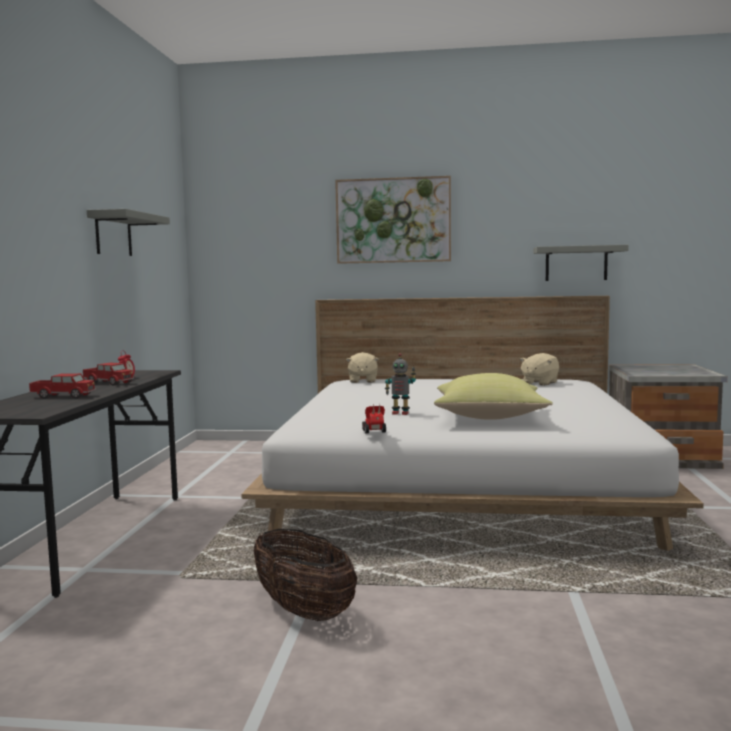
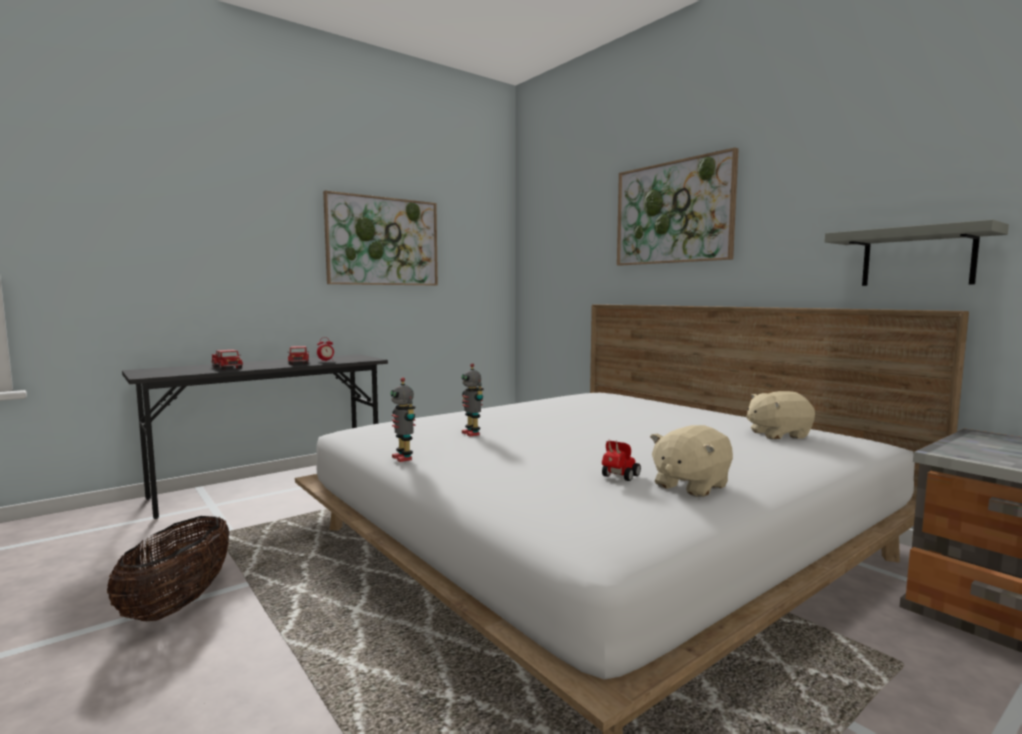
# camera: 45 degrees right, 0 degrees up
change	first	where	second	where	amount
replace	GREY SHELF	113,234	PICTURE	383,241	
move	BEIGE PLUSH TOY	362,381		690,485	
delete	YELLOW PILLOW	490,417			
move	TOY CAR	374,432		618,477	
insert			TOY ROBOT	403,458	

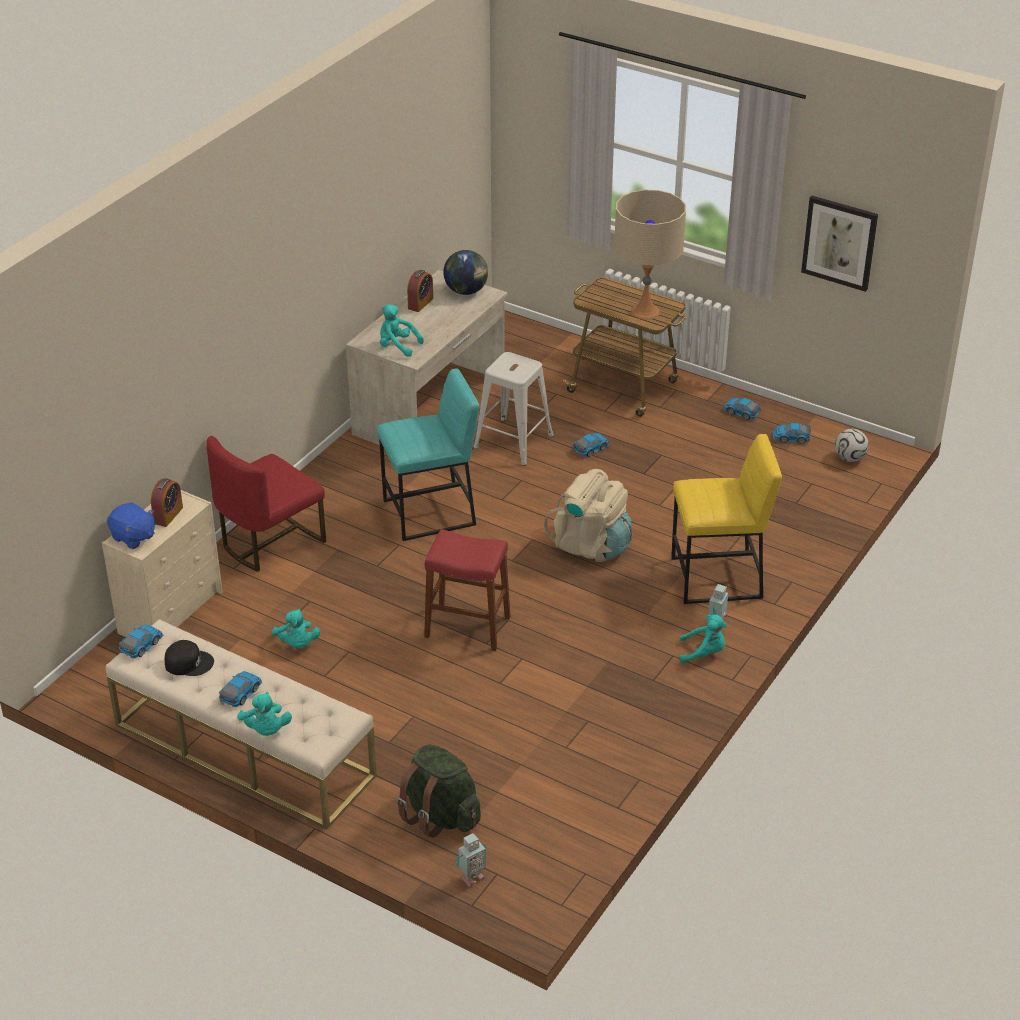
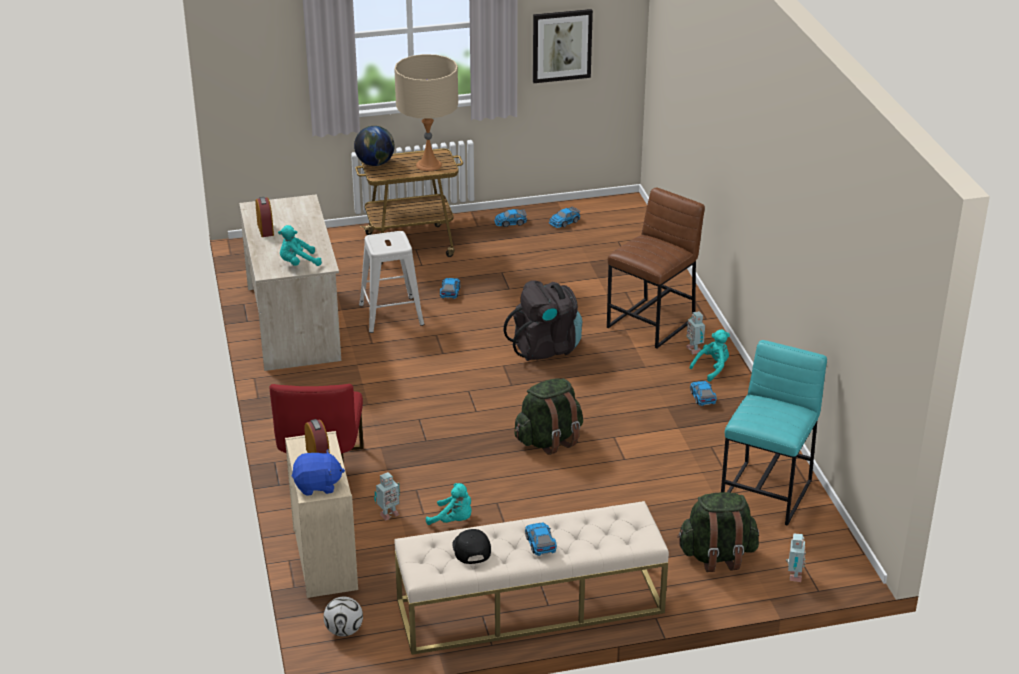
# camera: 45 degrees left, 5 degrees down
change	first	where	second	where	amount
move	GLOBE	466,291		375,163	
move	TURQUOISE CHAIR	431,512		766,492	
move	FOOTBALL	850,458		344,630	
recolor	YELLOW CHAIR	718,578	BROWN CHAIR	652,322	
recolor	BEIGE BACKPACK	591,545	BLACK BACKPACK	546,347	
replace	RED STOOL	467,626	GREEN BACKPACK	549,440	
move	TOY CAR	141,645		702,396	
rotate	BLACK CAP	188,662		470,549	60 degrees counterclockwise
delete	TURQUOISE PLUSH TOY	266,730			
insert			TOY ROBOT	388,514	

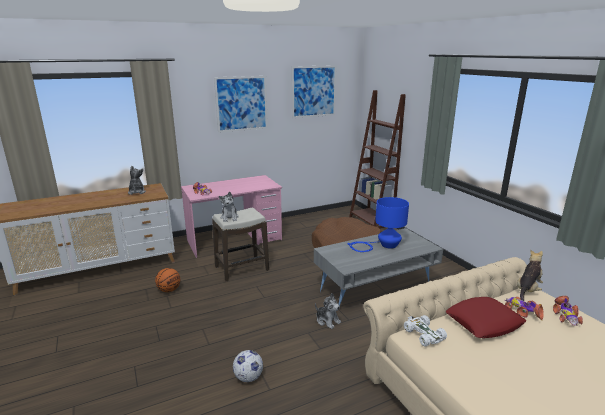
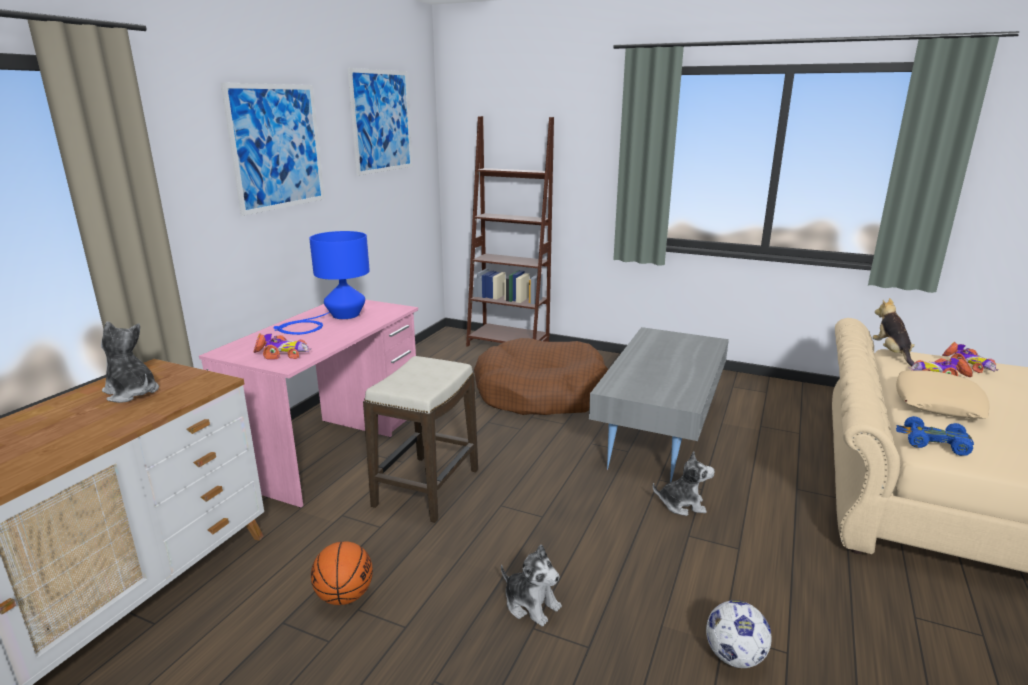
# camera: 40 degrees left, 0 degrees up
change	first	where	second	where	amount
move	PLUSH TOY	229,217		531,604	
move	BLUE TABLE LAMP	378,245		328,319	
recolor	RED PILLOW	483,322	BEIGE PILLOW	938,403	
recolor	WHITE TOY CAR	423,334	BLUE TOY CAR	933,443	

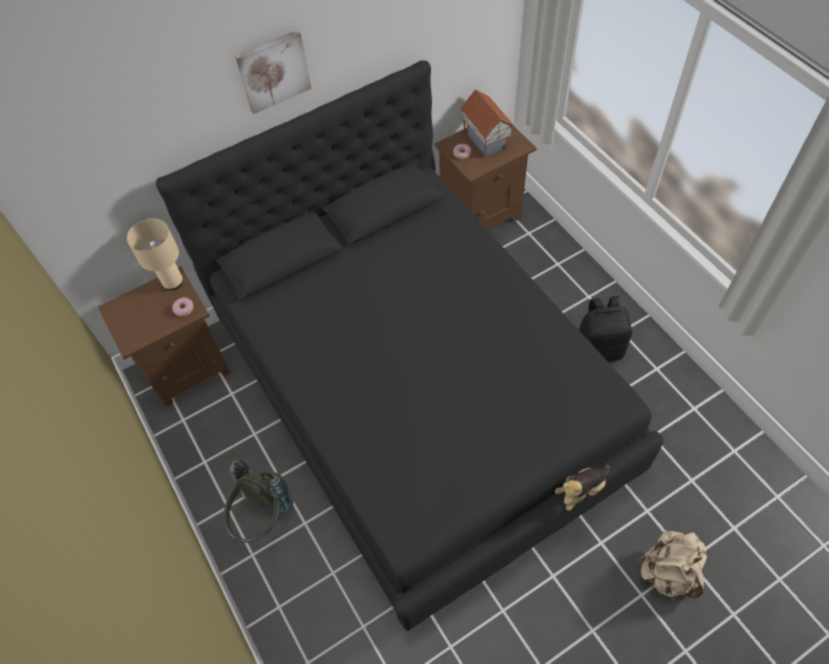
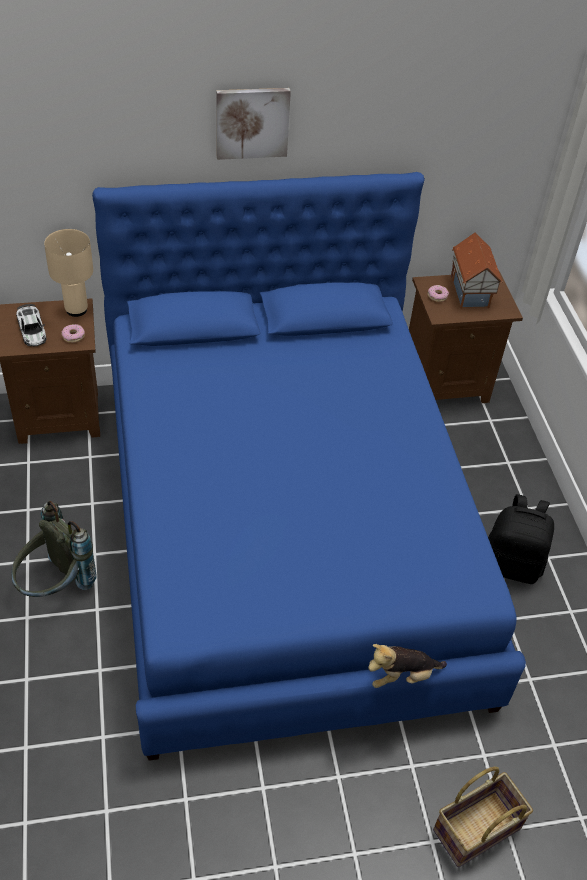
# camera: 15 degrees right, 10 degrees down
change	first	where	second	where	amount
recolor	BLACK BED	419,392	BLUE BED	286,531	
replace	BEIGE BACKPACK	668,571	BASKET	477,830	
insert			TOY CAR	32,330	

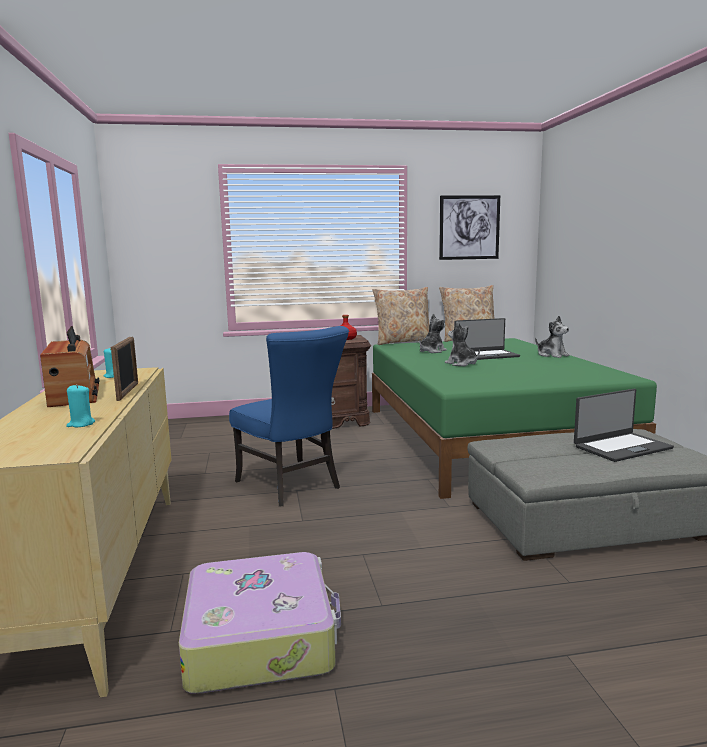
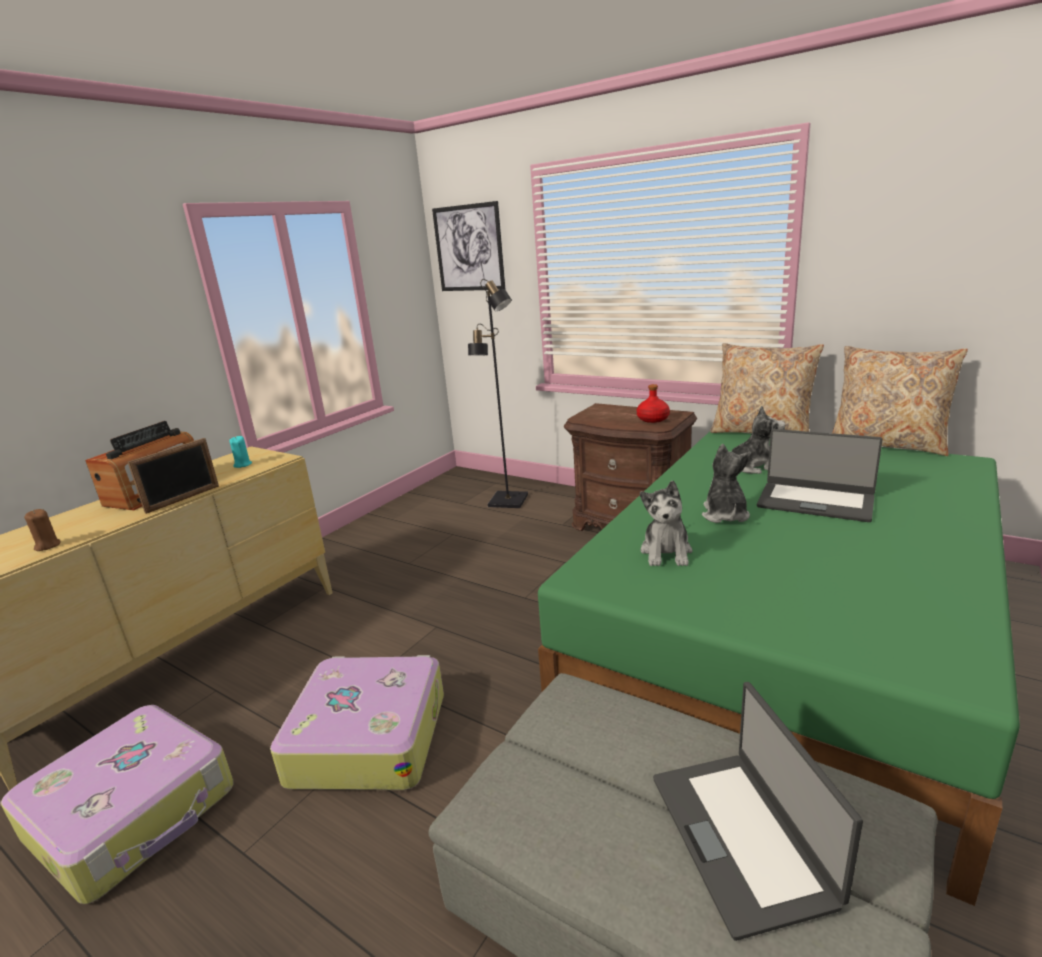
# camera: 45 degrees right, 10 degrees up
change	first	where	second	where	amount
move	PICTURE	469,227		468,248	
move	PLUSH TOY	552,355		666,552	
delete	BLUE CHAIR	292,486			
recolor	TURQUOISE CANDLE	81,424	BROWN CANDLE	47,546	
rotate	LAPTOP	621,447		742,836	60 degrees clockwise
insert			BLACK FLOOR LAMP	508,500	
insert			SUITCASE	368,736	

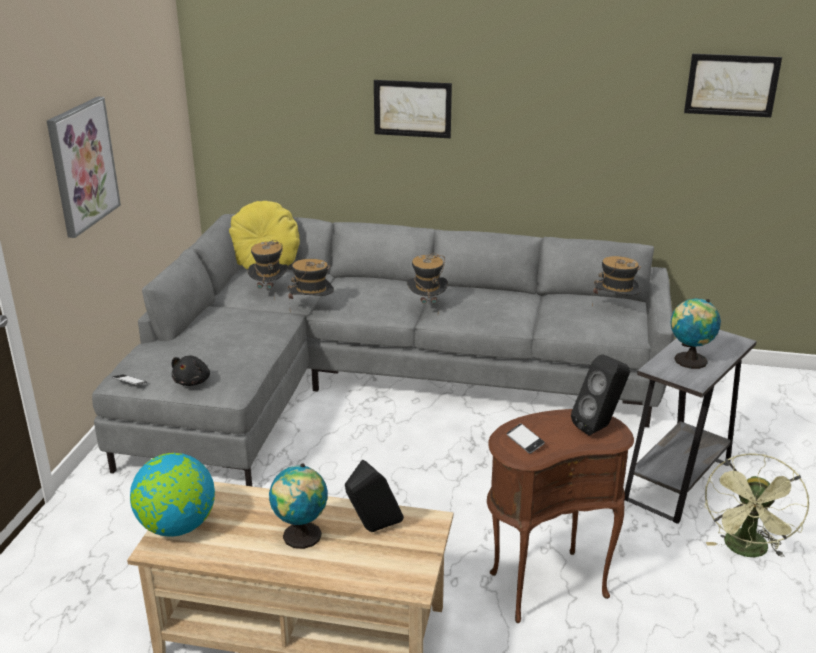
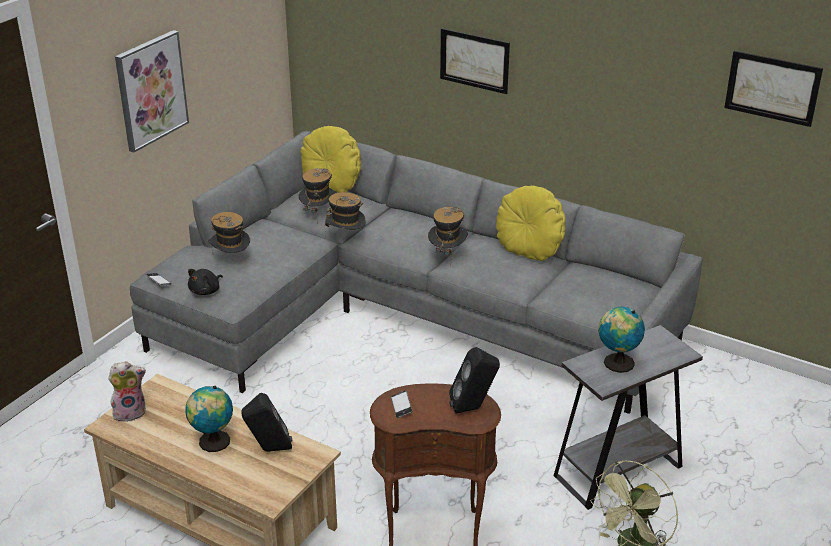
# camera: 20 degrees right, 5 degrees up
change	first	where	second	where	amount
move	HAT	615,307		231,260	
replace	GLOBE	177,527	PLUSH TOY	130,412	
insert			YELLOW PILLOW	529,252	

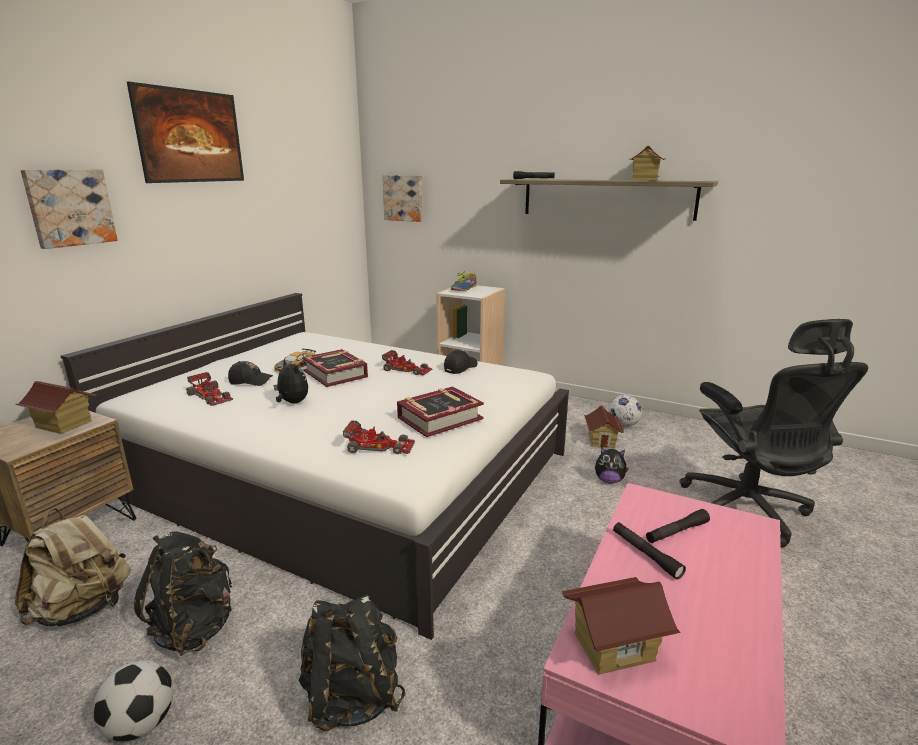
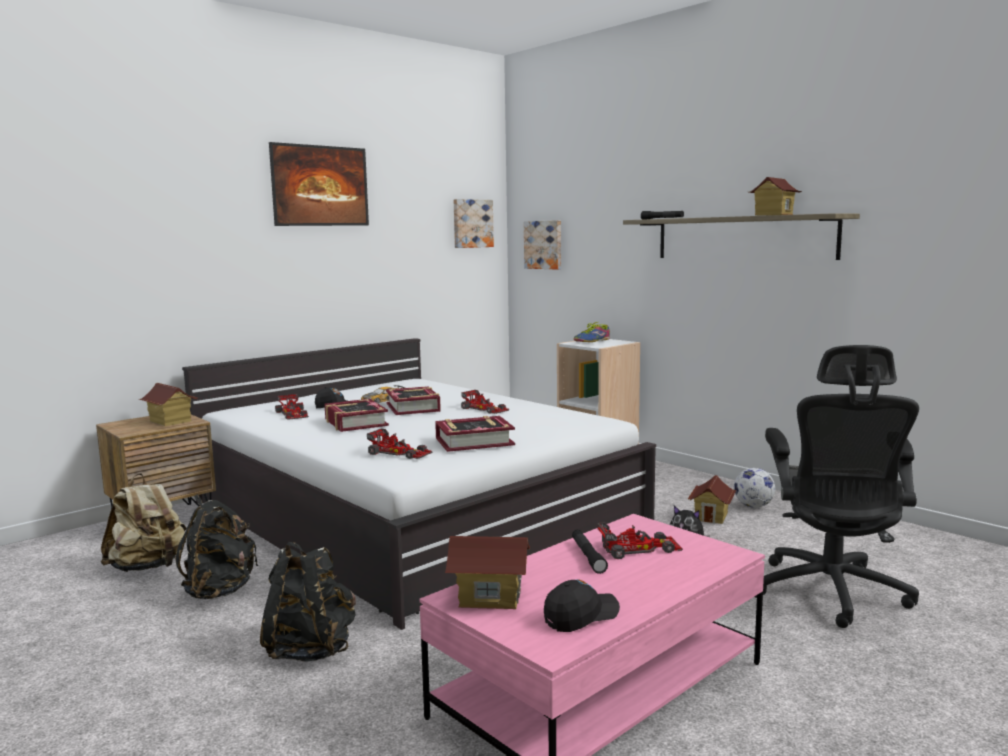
# camera: 20 degrees right, 10 degrees down
change	first	where	second	where	amount
move	PICTURE	69,207		472,223	
move	BLACK CAP	460,368		581,617	
replace	PLUSH TOY	292,402	BOOK	355,422	
replace	BLACK FLASHLIGHT	676,532	TOY CAR	638,548	
delete	FOOTBALL	141,724			

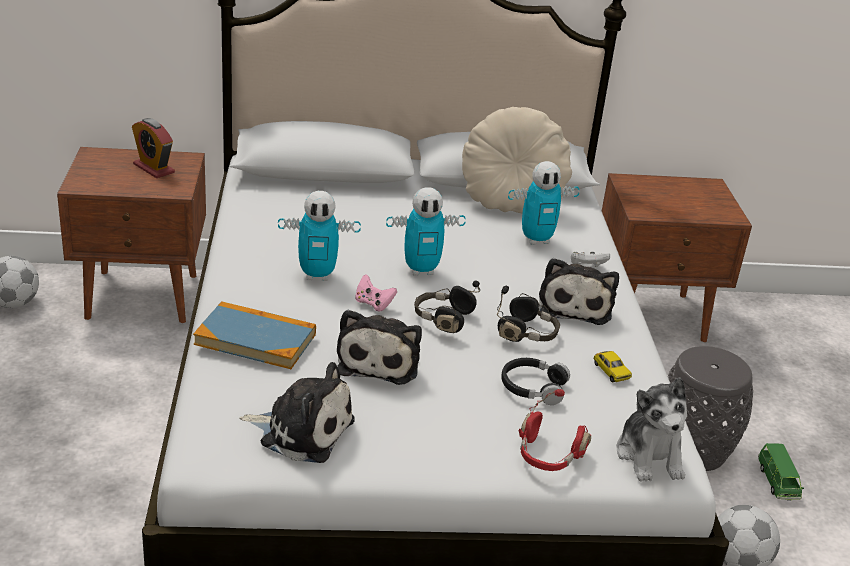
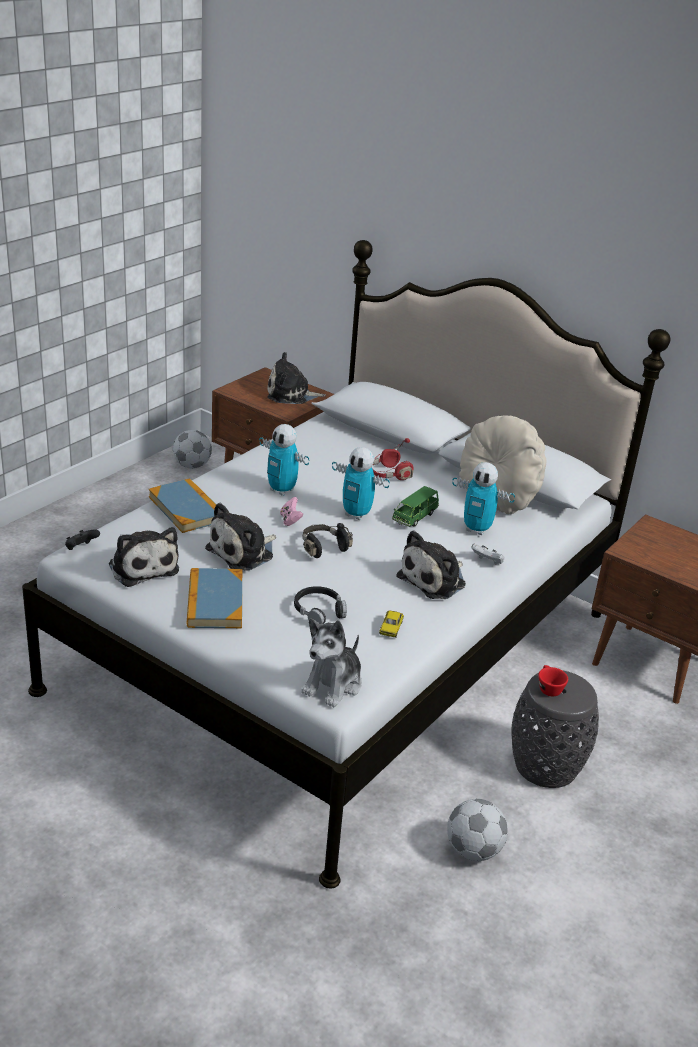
# camera: 40 degrees right, 0 degrees up
change	first	where	second	where	amount
replace	ALARM CLOCK	154,168	PLUSH TOY	291,395	
delete	BLACK HEADPHONES	527,333			
move	RED HEADPHONES	548,455		388,474	
move	GREEN TOY CAR	777,482		415,517	
insert			BLACK GAME CONTROLLER	81,548	
insert			BOOK	215,602	
insert			RED CUP	548,688	

